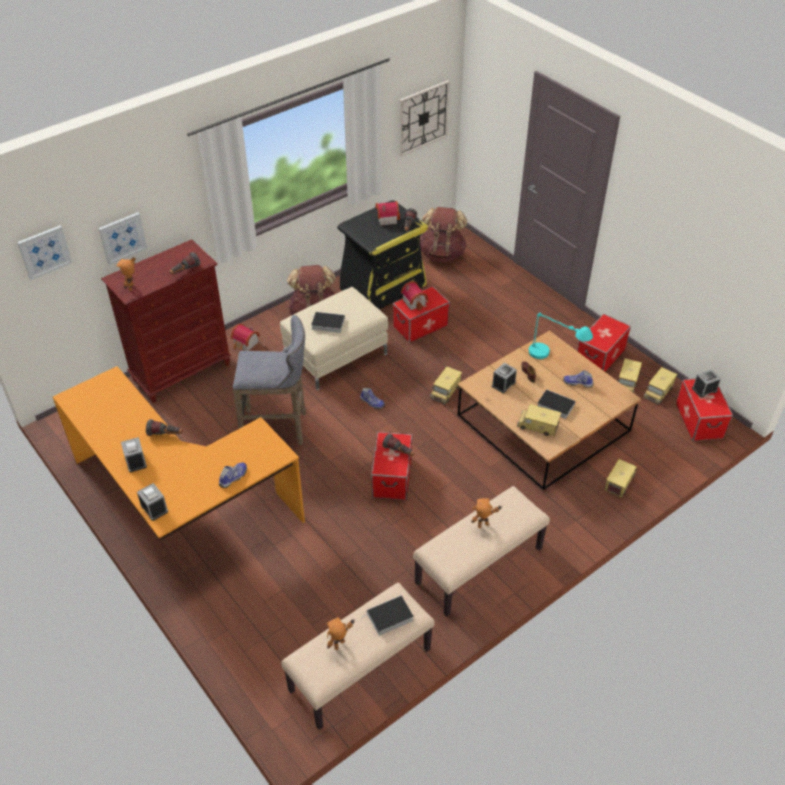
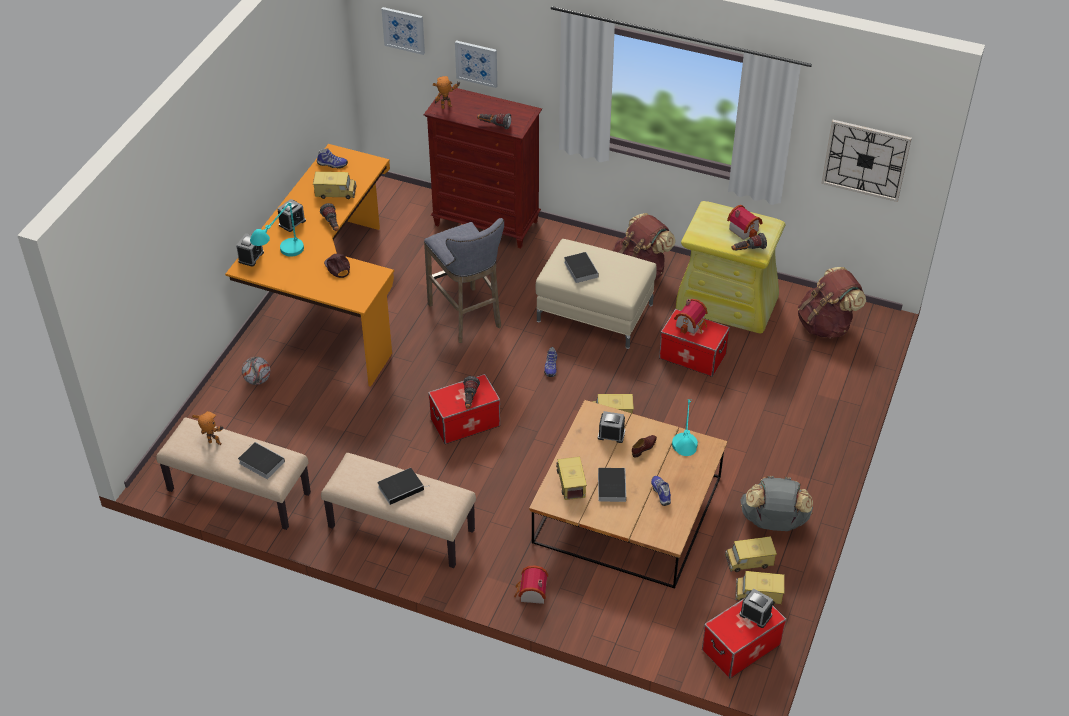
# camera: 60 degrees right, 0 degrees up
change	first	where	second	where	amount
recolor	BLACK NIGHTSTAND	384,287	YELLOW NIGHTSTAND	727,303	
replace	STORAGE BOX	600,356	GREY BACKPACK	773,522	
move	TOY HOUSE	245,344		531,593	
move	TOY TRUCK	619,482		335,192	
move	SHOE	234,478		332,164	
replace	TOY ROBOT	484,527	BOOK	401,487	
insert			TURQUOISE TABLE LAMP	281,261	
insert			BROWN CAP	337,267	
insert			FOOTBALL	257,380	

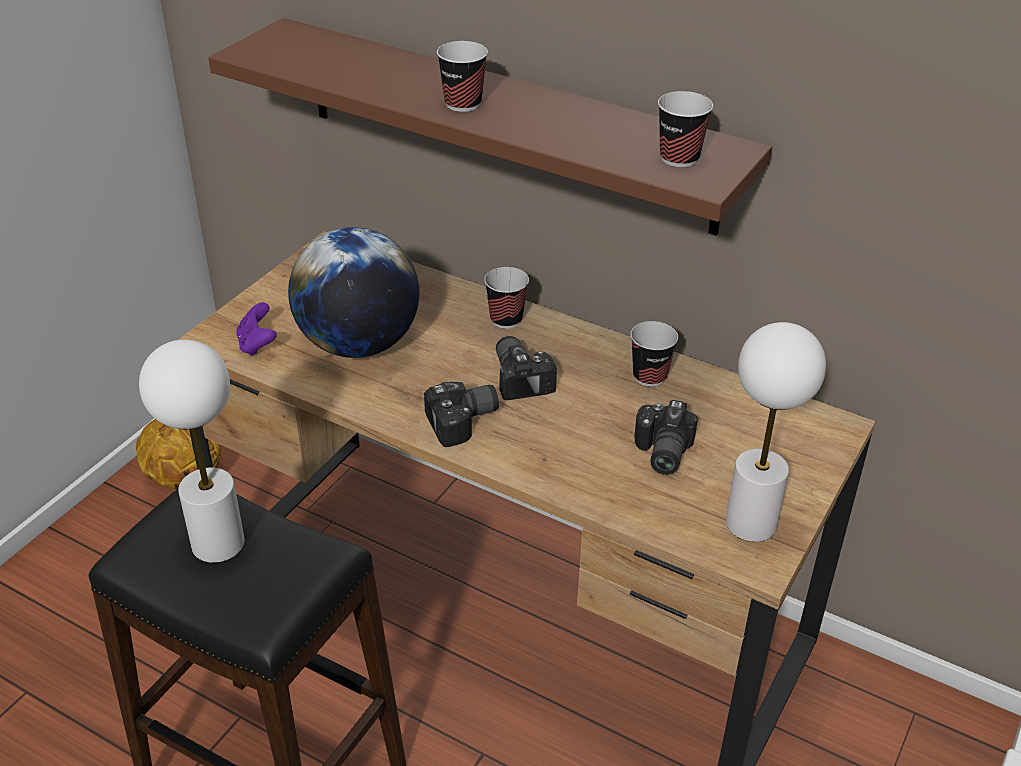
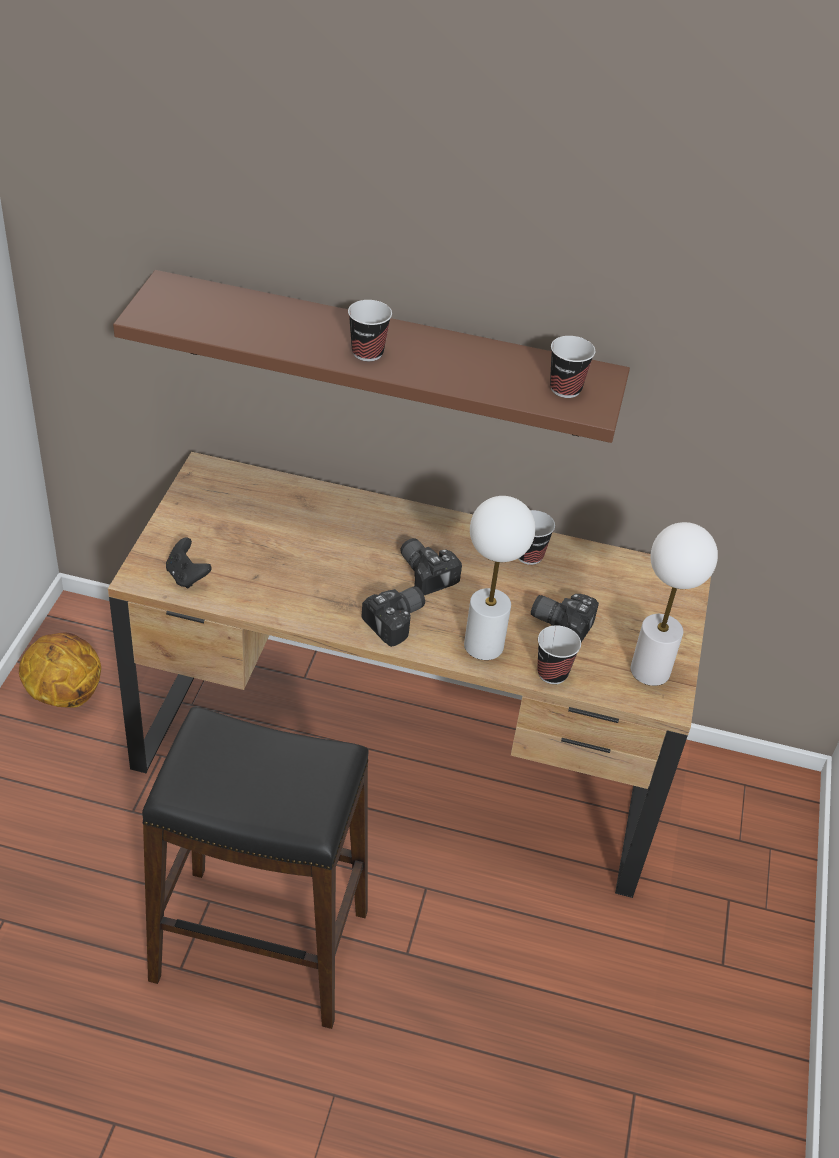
# camera: 20 degrees left, 5 degrees up
change	first	where	second	where	amount
delete	GLOBE	358,344			
move	CUP	506,319		552,673	
recolor	PURPLE GAME CONTROLLER	257,345	BLACK GAME CONTROLLER	187,576	
move	WHITE TABLE LAMP	217,544		483,646	
rotate	PHOTO CAMERA	660,452		562,622	120 degrees clockwise

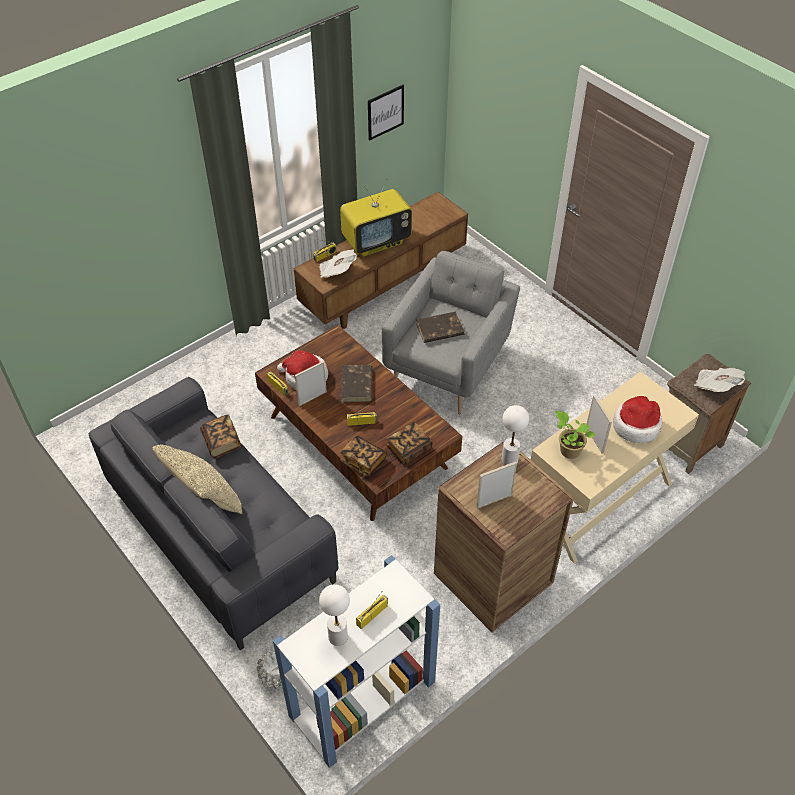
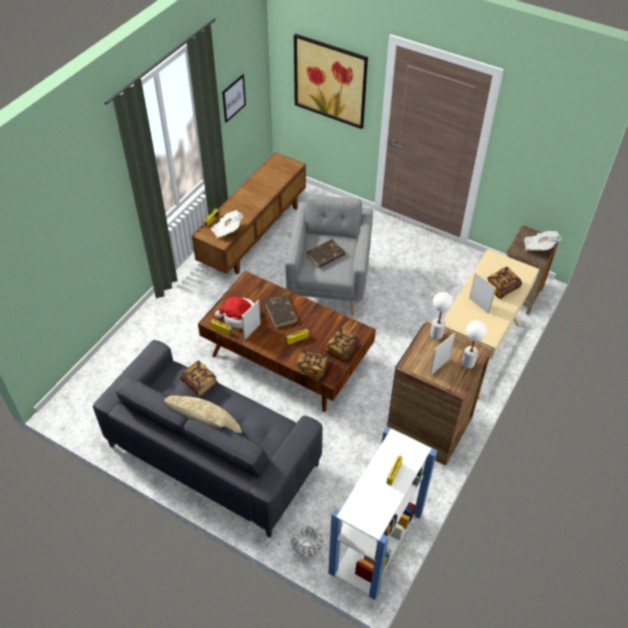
# camera: 20 degrees left, 0 degrees up
change	first	where	second	where	amount
delete	TELEVISION	376,241			
replace	HAT	636,425	BOOK	502,287	
delete	POTTED PLANT	568,450			
move	WHITE TABLE LAMP	338,637		468,363	
insert			PICTURE	330,81	

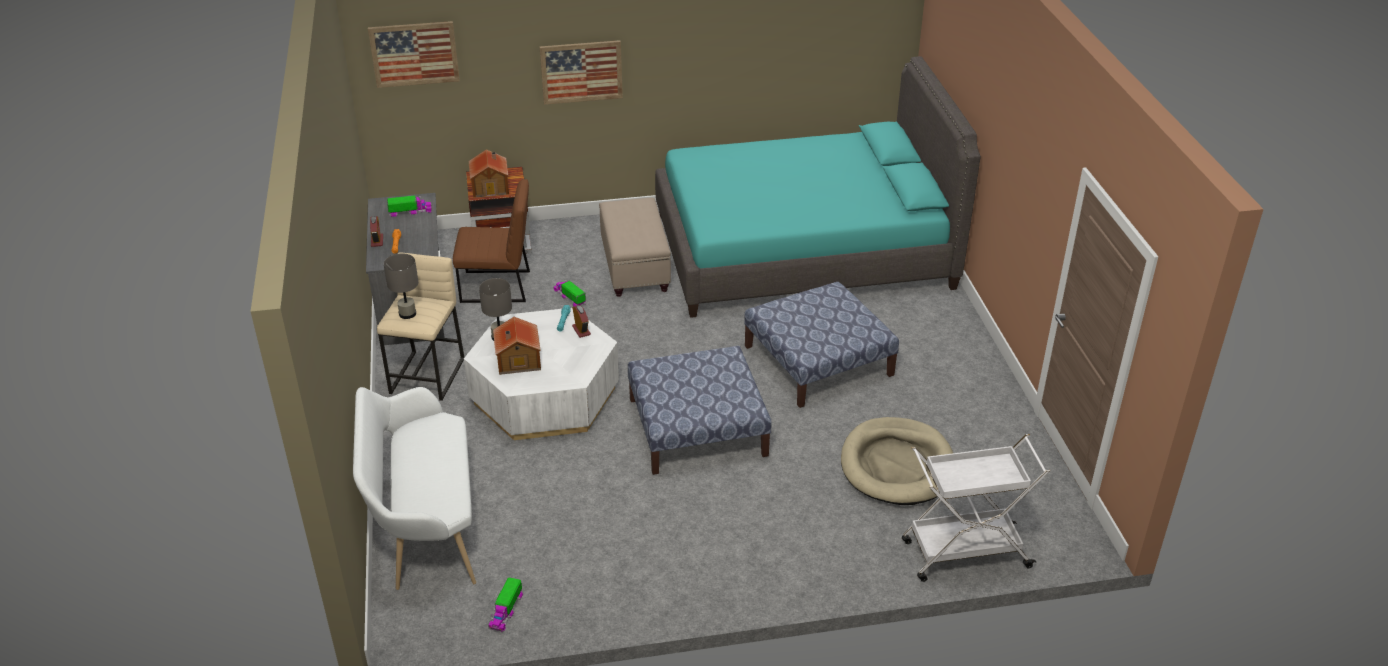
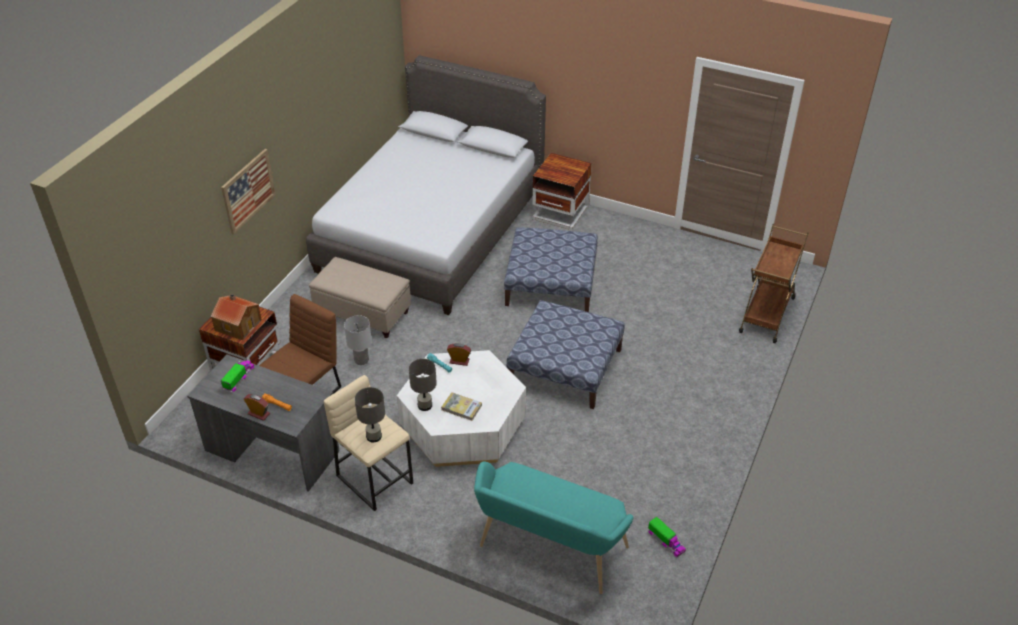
# camera: 55 degrees left, 5 degrees up
change	first	where	second	where	amount
delete	PICTURE	414,54			
recolor	TURQUOISE BED	802,250	GREY BED	431,231	
replace	TOY TRUCK	570,297	GREY TABLE LAMP	362,361	
replace	TOY HOUSE	517,360	BOOK	461,408	
recolor	WHITE BENCH	426,527	TURQUOISE BENCH	548,550	
delete	BEIGE DOG BED	897,465			
recolor	WHITE CART	965,554	BROWN CART	766,316	
insert			NIGHTSTAND	560,213	

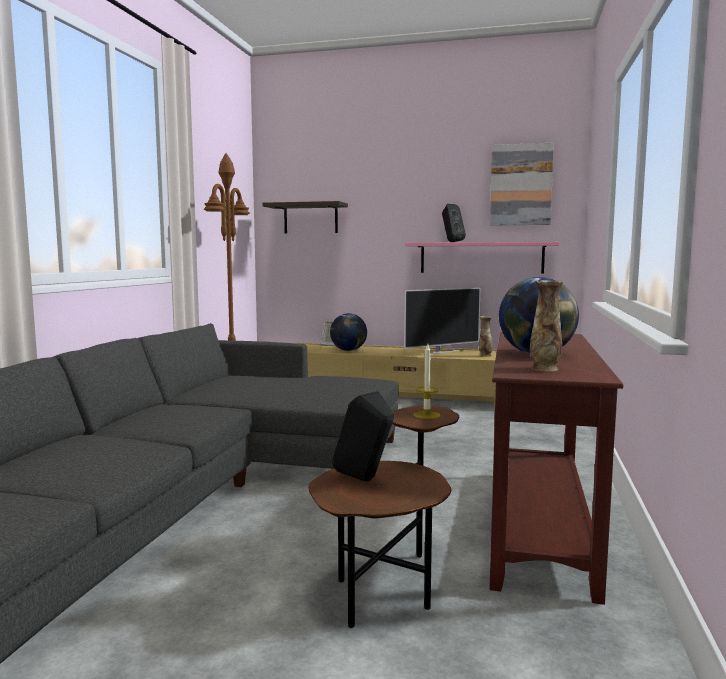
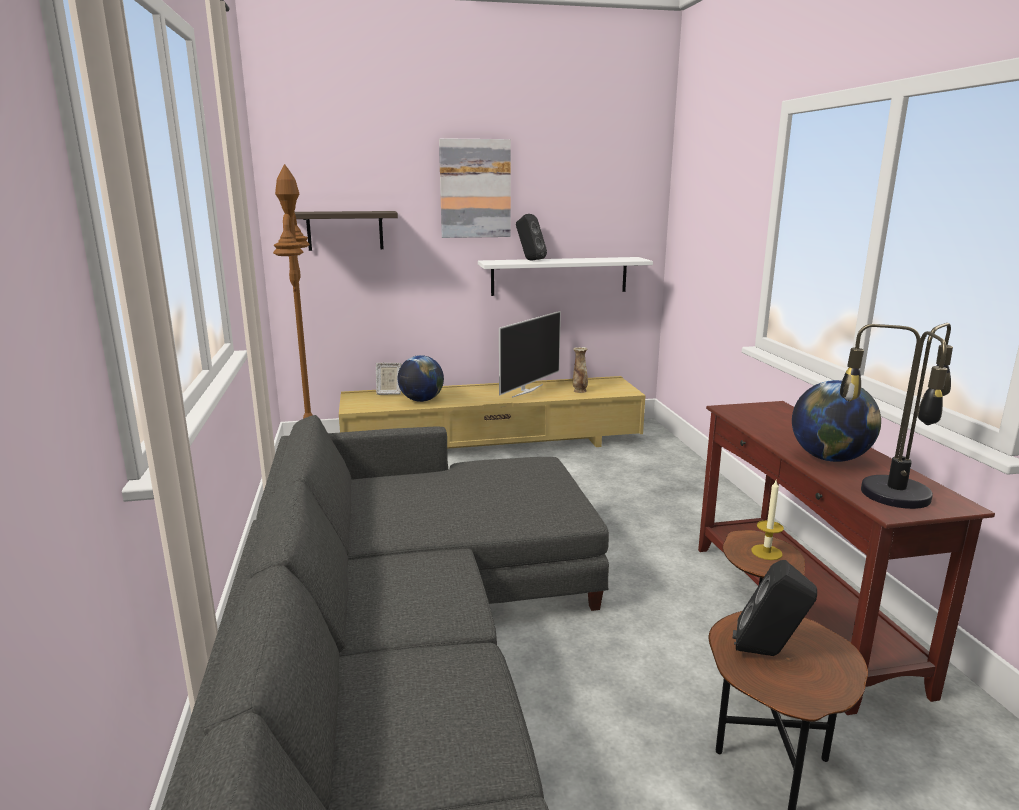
# camera: 25 degrees left, 10 degrees up
change	first	where	second	where	amount
move	PICTURE	521,185		475,189	
recolor	PINK SHELF	481,257	WHITE SHELF	559,276	
replace	VASE	545,369	TABLE LAMP	893,494	

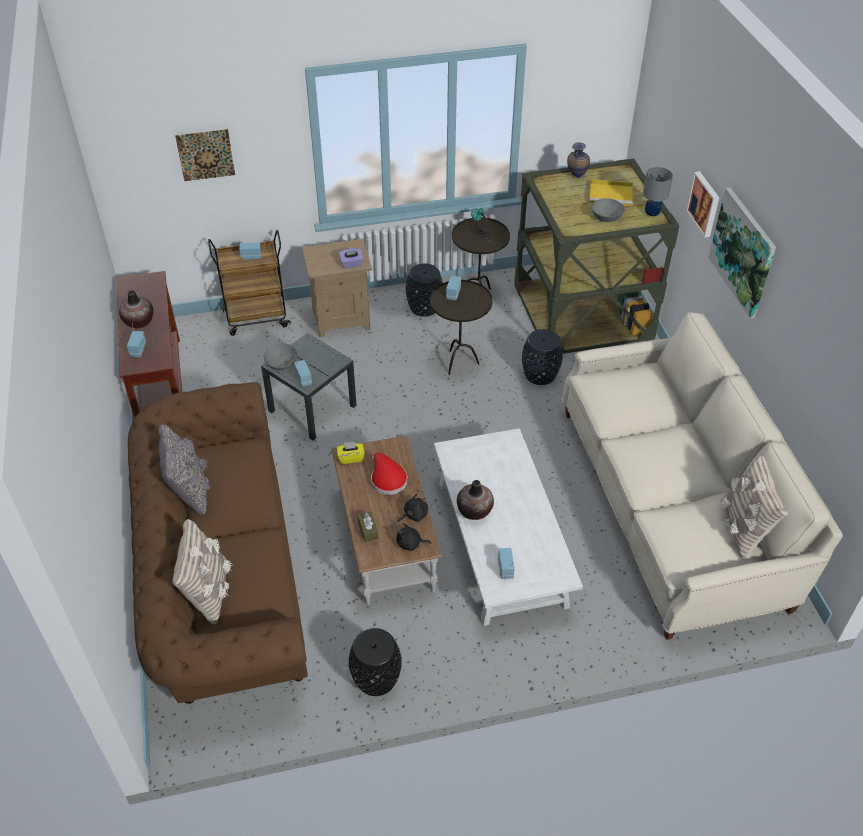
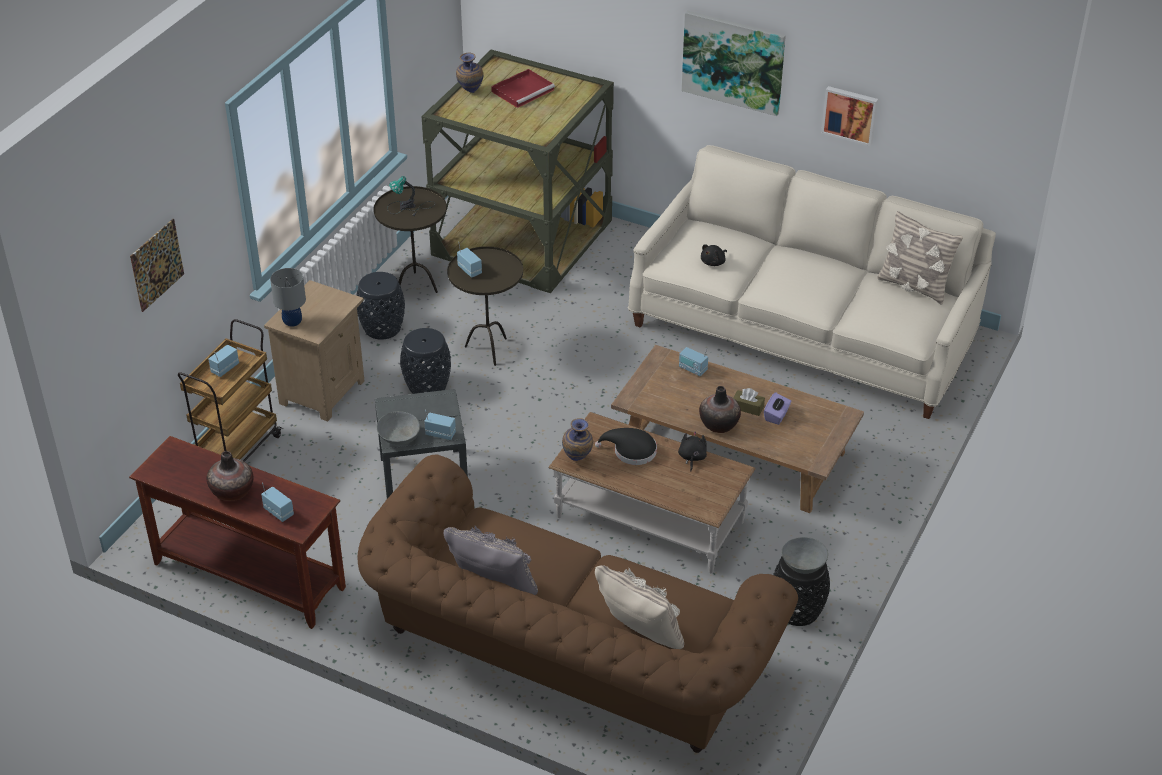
# camera: 50 degrees left, 5 degrees down
change	first	where	second	where	amount
move	GREY TABLE LAMP	652,213		293,322	
move	PICTURE	704,204		850,114	
recolor	YELLOW TRAY	611,195	RED TRAY	523,90	
move	GREY BOWL	607,217		804,564	
move	PURPLE TISSUE BOX	351,264		776,416	
move	BLACK STOOL	540,374		427,385	
recolor	WHITE COFFEE TABLE	502,542	BROWN COFFEE TABLE	735,450	
replace	YELLOW TISSUE BOX	351,458	VASE	578,460	
recolor	RED HAT	387,479	BLACK HAT	631,451	
move	BROWN TISSUE BOX	368,530		747,407	
move	BLACK PLUSH TOY	410,544		714,262	
move	RADIO	505,569		692,369	

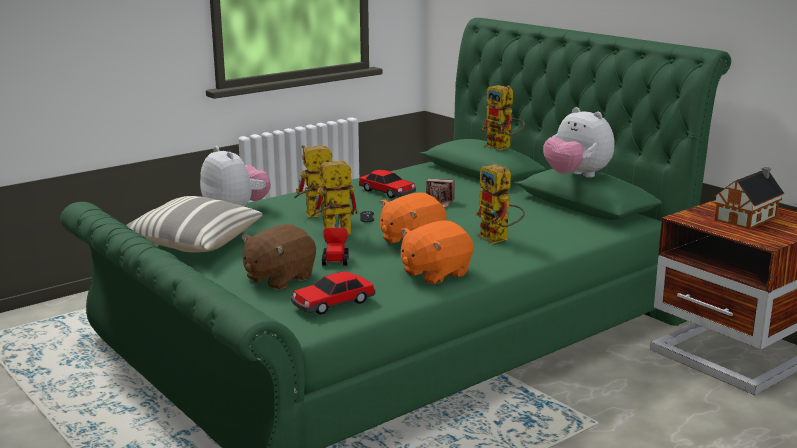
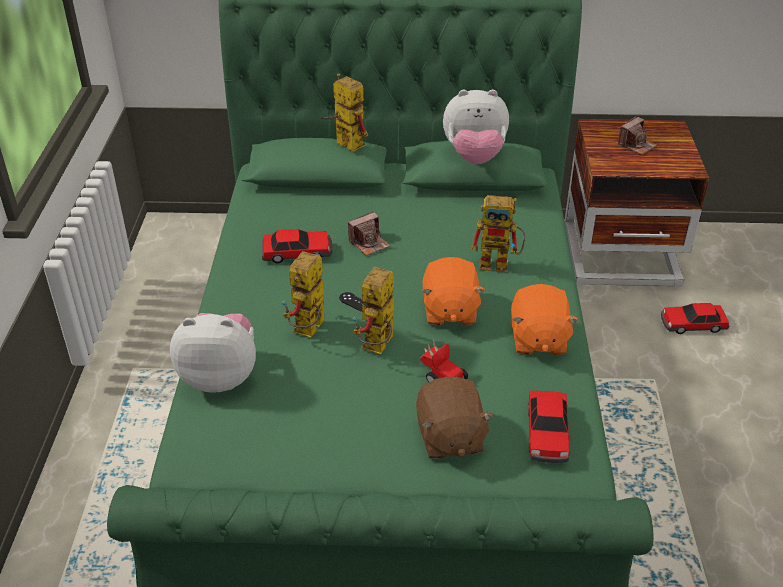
# camera: 50 degrees left, 20 degrees up
change	first	where	second	where	amount
rotate	TOY ROBOT	503,147		344,143	135 degrees counterclockwise
replace	TOY HOUSE	748,218	PHOTO CAMERA	636,145	
delete	PILLOW	192,243			
insert			TOY CAR	692,324	

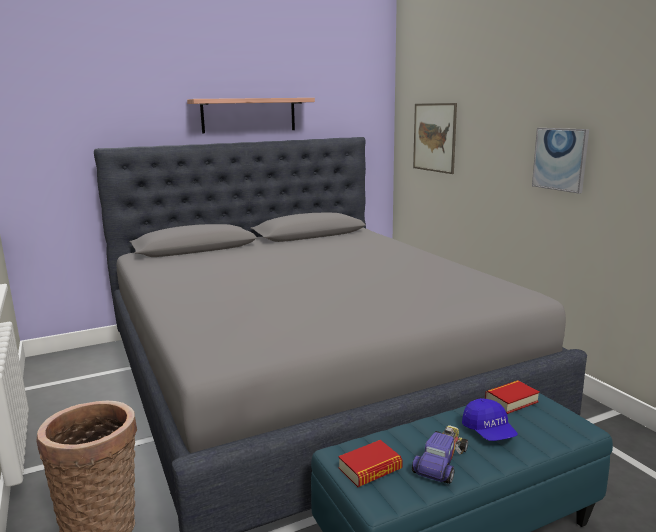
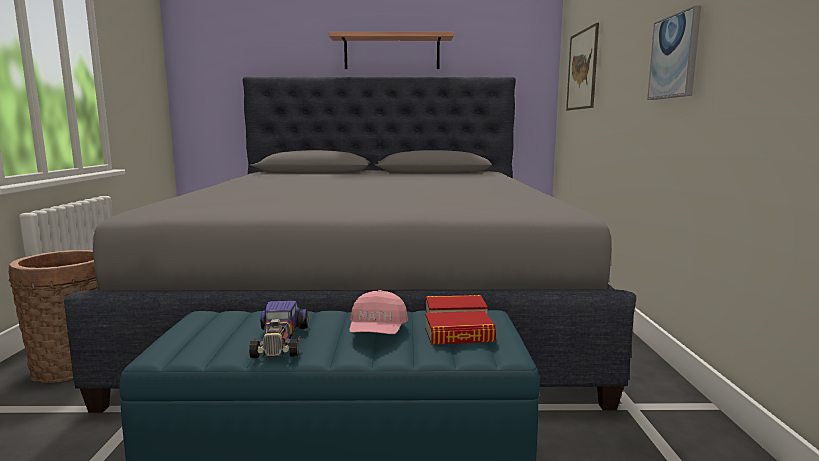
# camera: 25 degrees right, 5 degrees down
change	first	where	second	where	amount
recolor	BLUE CAP	489,432	PINK CAP	377,332	
rotate	TOY CAR	441,461		280,341	120 degrees clockwise
move	BOOK	370,469		459,335	

